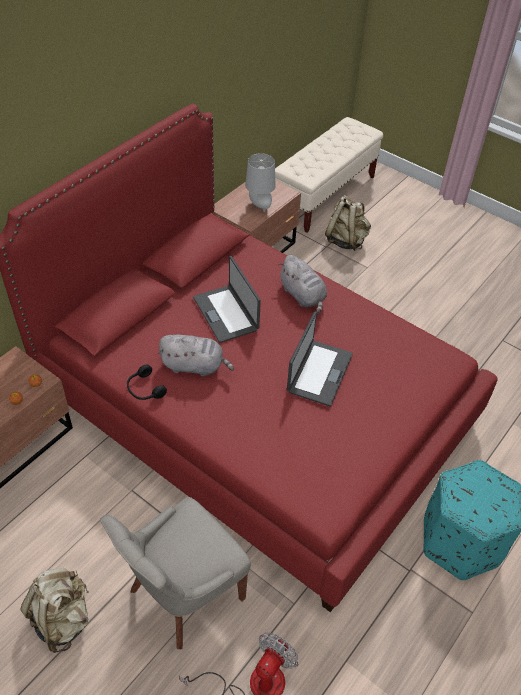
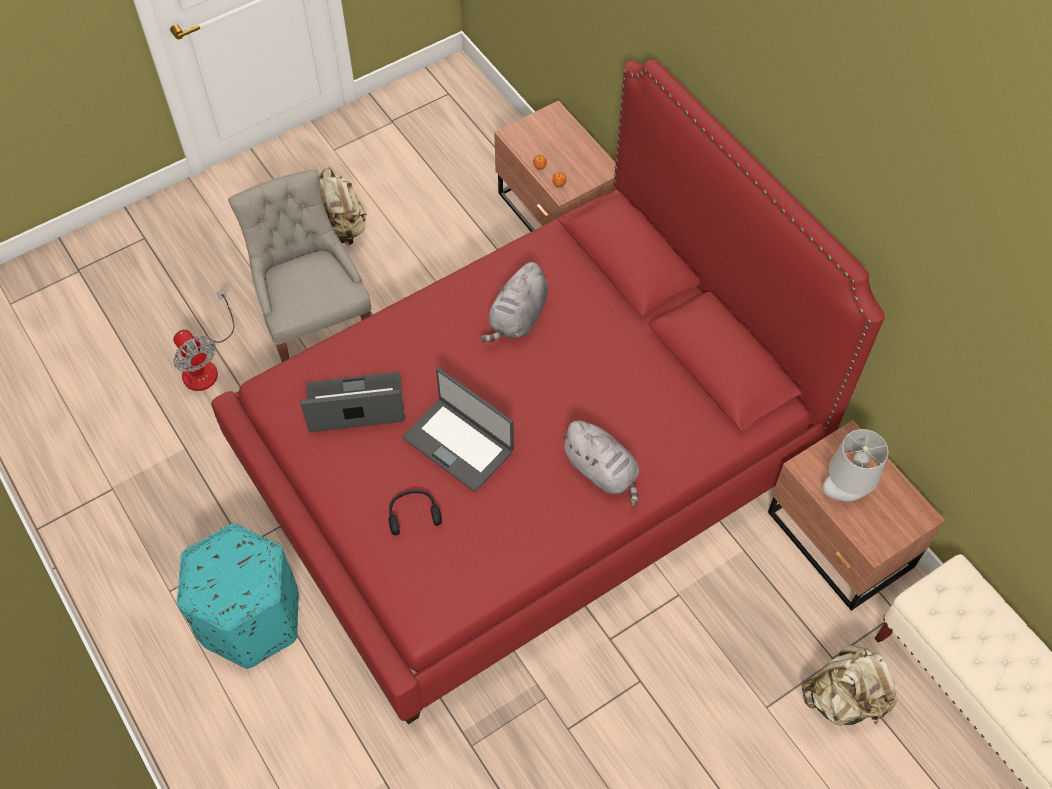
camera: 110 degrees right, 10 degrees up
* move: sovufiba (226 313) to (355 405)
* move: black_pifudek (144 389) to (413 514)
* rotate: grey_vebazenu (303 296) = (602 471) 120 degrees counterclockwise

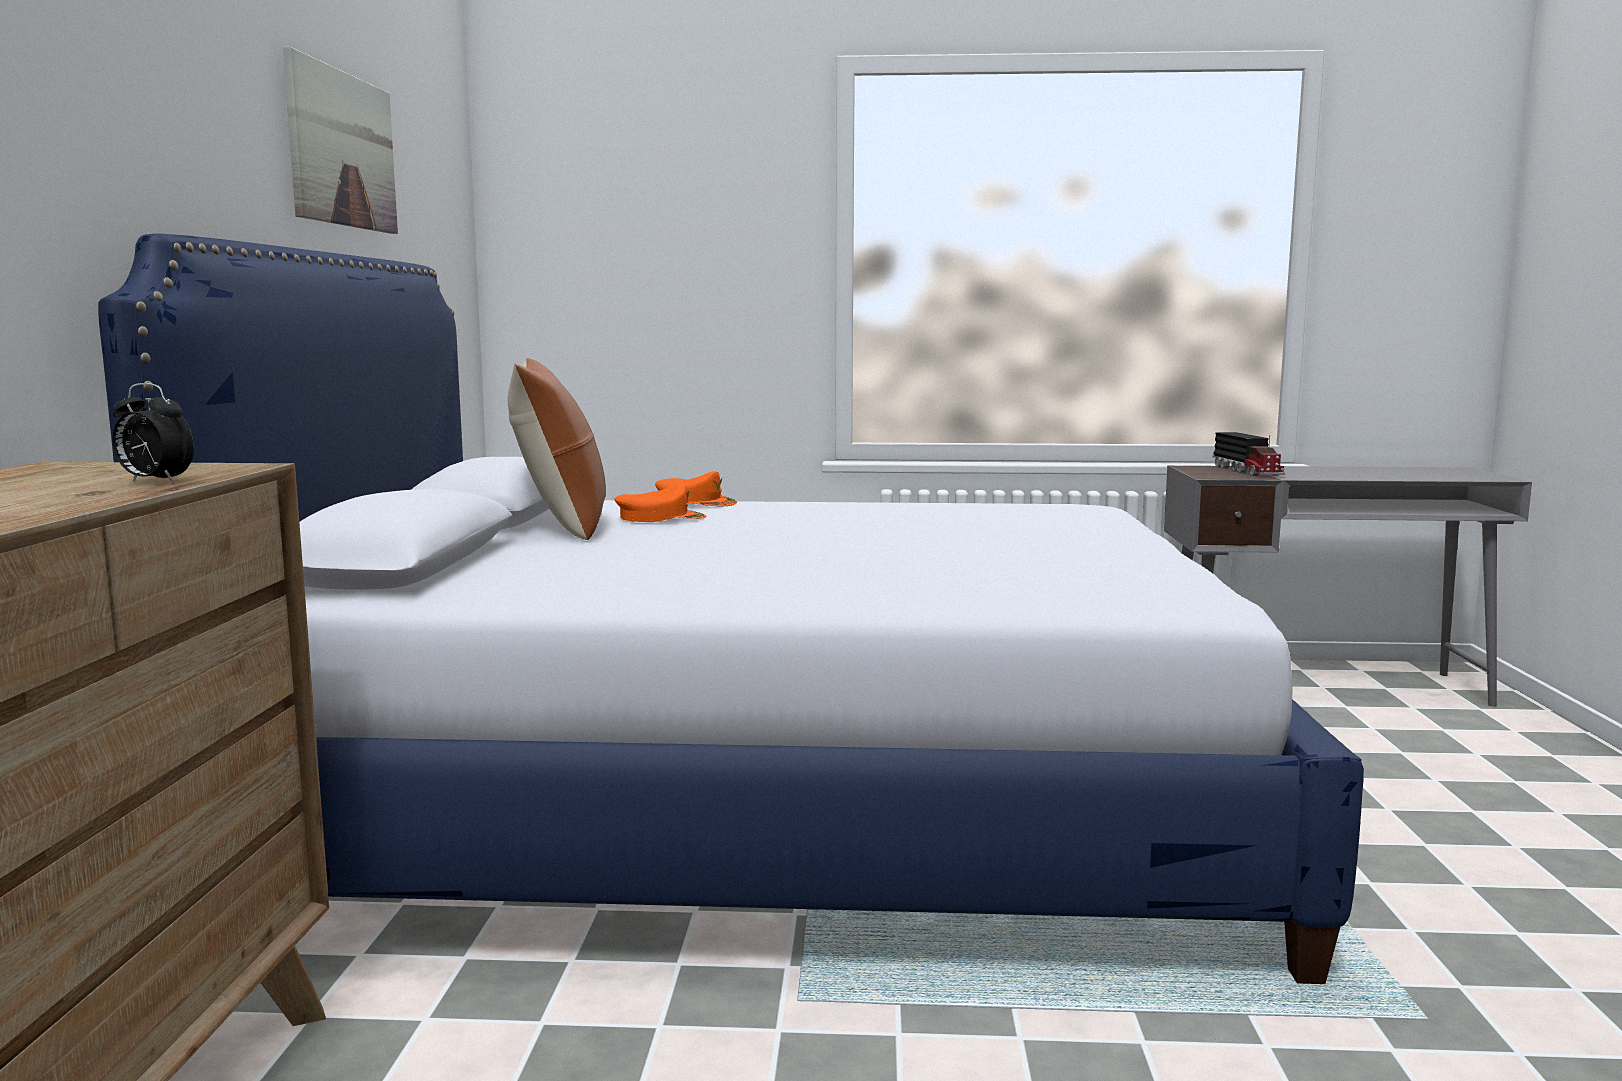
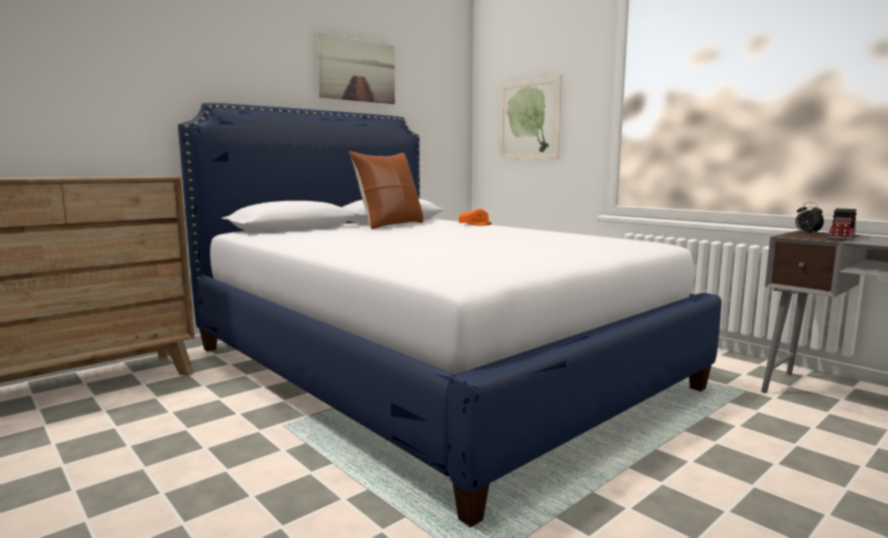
camera: 45 degrees right, 0 degrees up
* insert: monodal (529 120)
* move: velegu (155 482) to (807 233)
* delete: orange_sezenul (660 517)

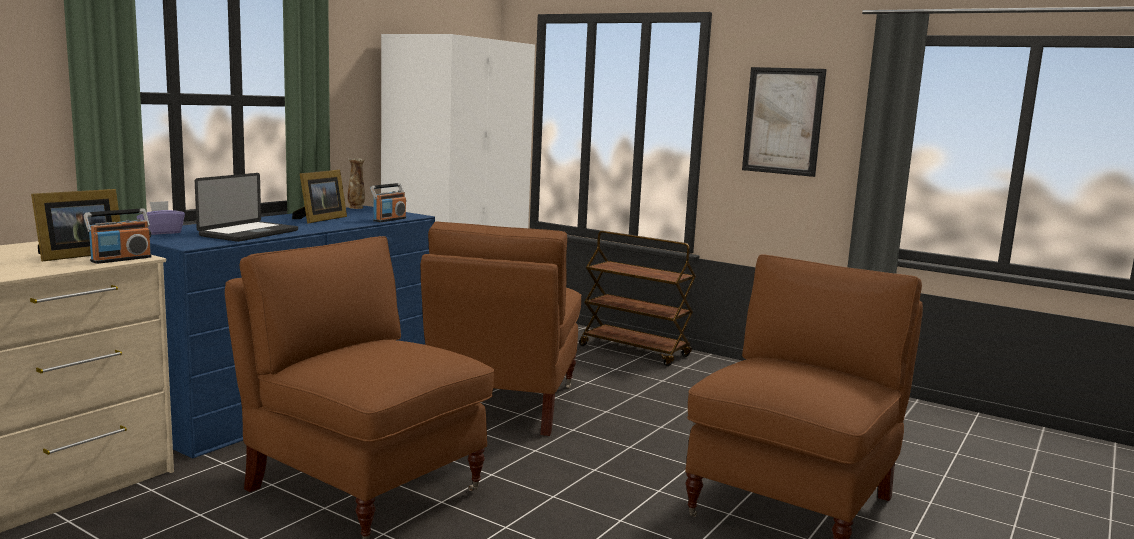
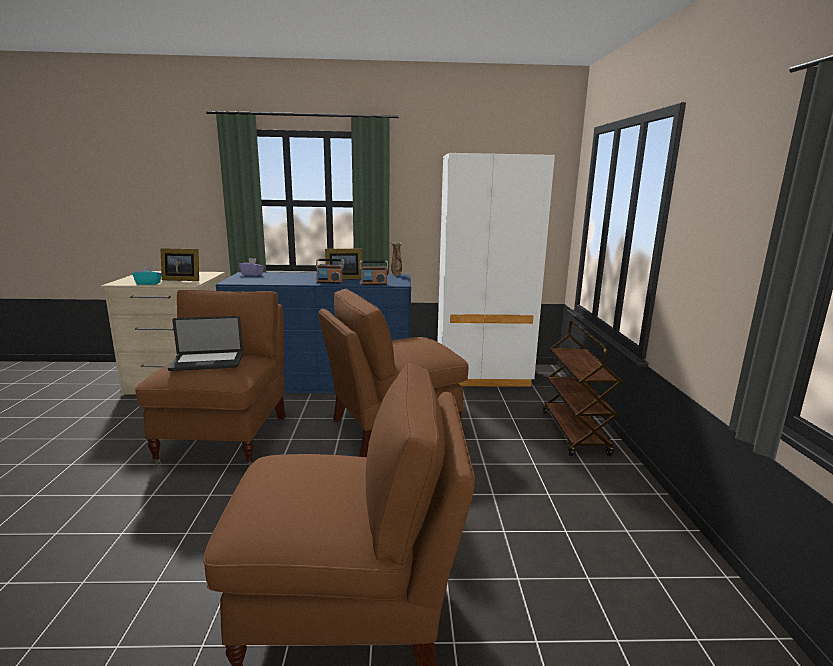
camera: 55 degrees right, 5 degrees up
* insert: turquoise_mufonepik (148 283)
* move: sovufiba (249 233) to (207 362)
* move: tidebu (121 259) to (330 282)
* delete: monodal (783 121)

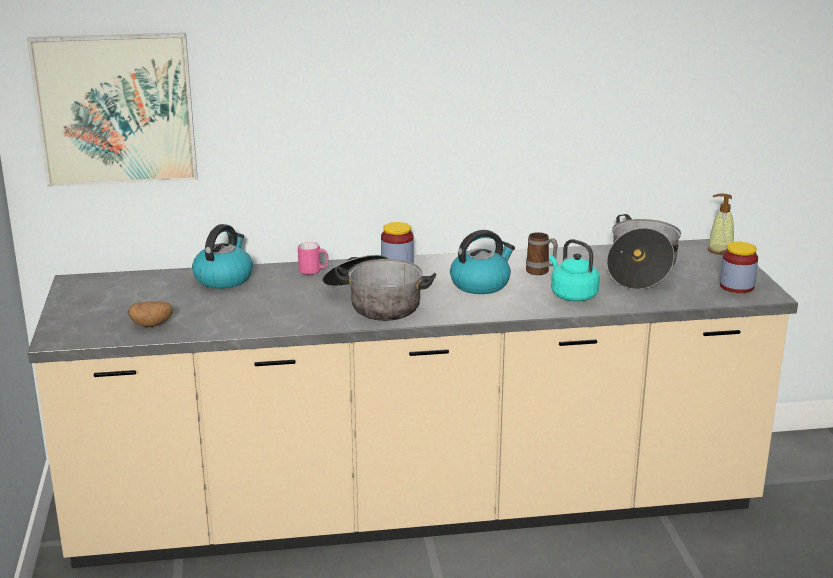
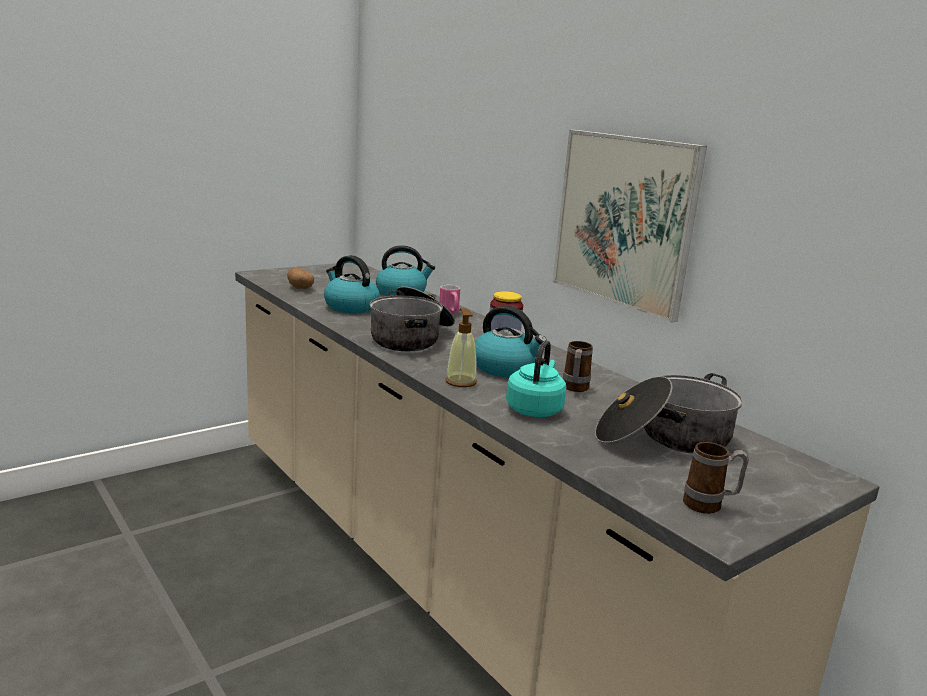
camera: 60 degrees right, 5 degrees down
* insert: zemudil (350 307)
* move: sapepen (720 250) to (460 382)
* move: monodal (115 109) to (624 221)
* replace: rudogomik (736 286) to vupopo (710 506)

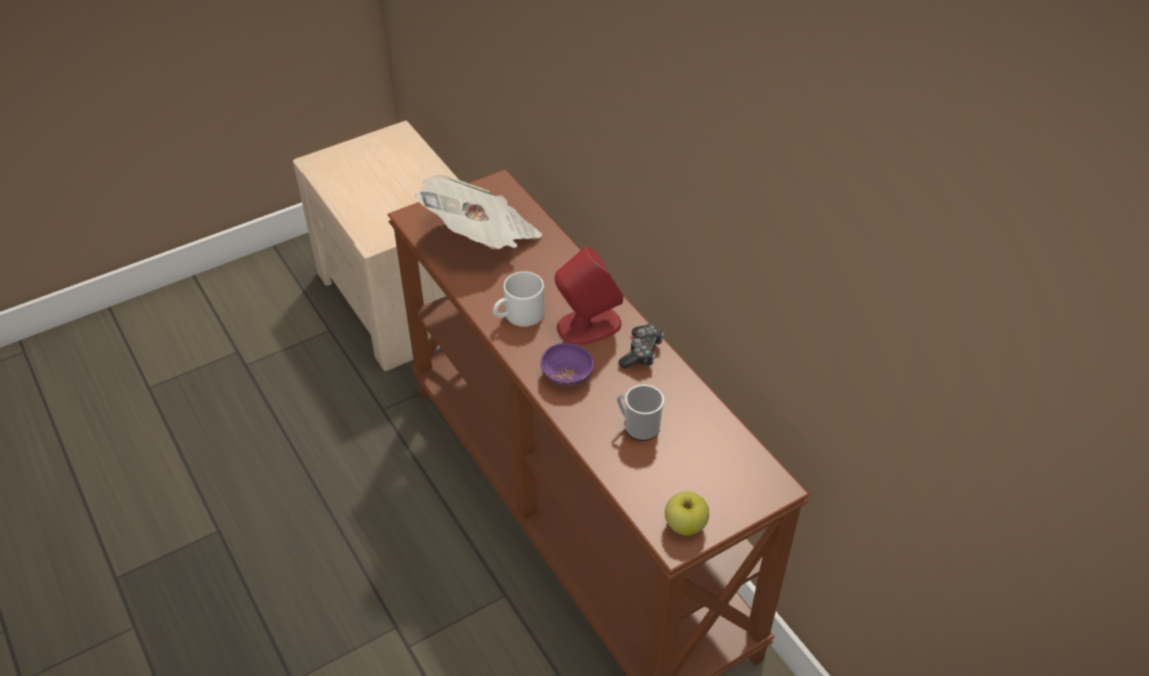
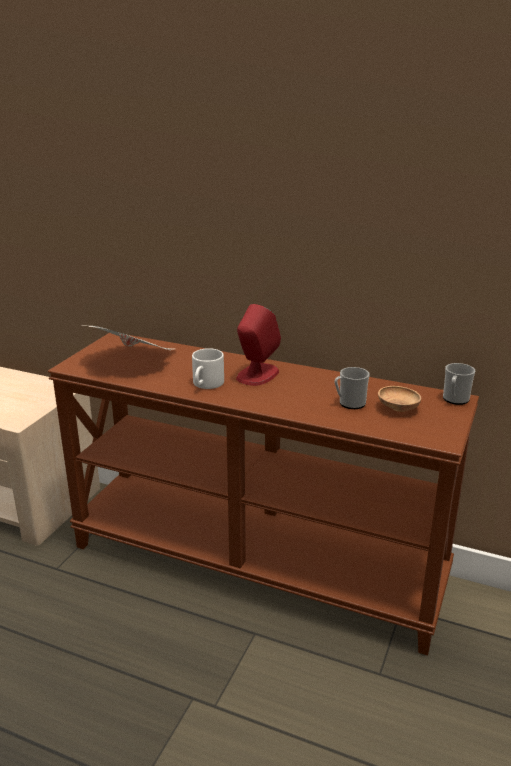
camera: 35 degrees left, 20 degrees down
* insert: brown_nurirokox (398 408)
* insert: vupopo (455 400)
* delete: purple_nurirokox (567 375)
* delete: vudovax (641 352)
* delete: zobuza (685 525)

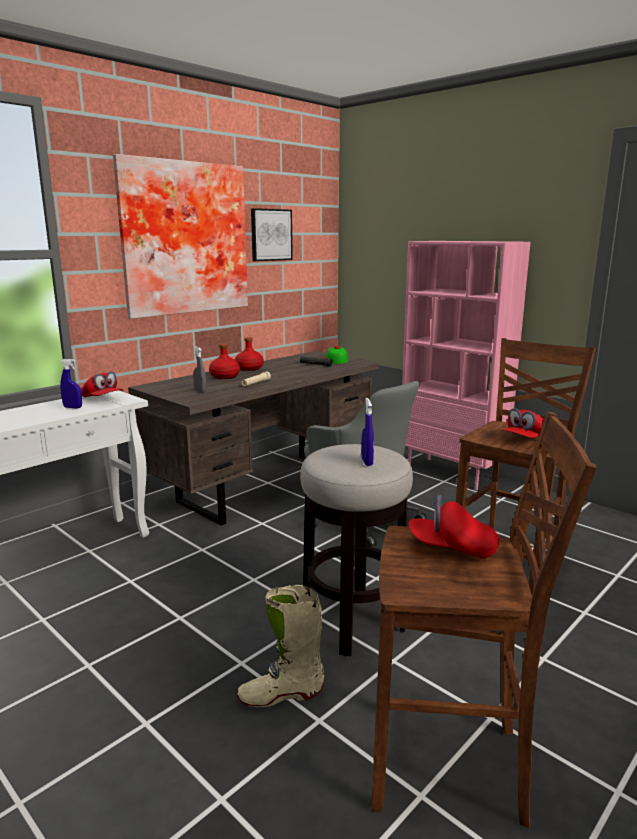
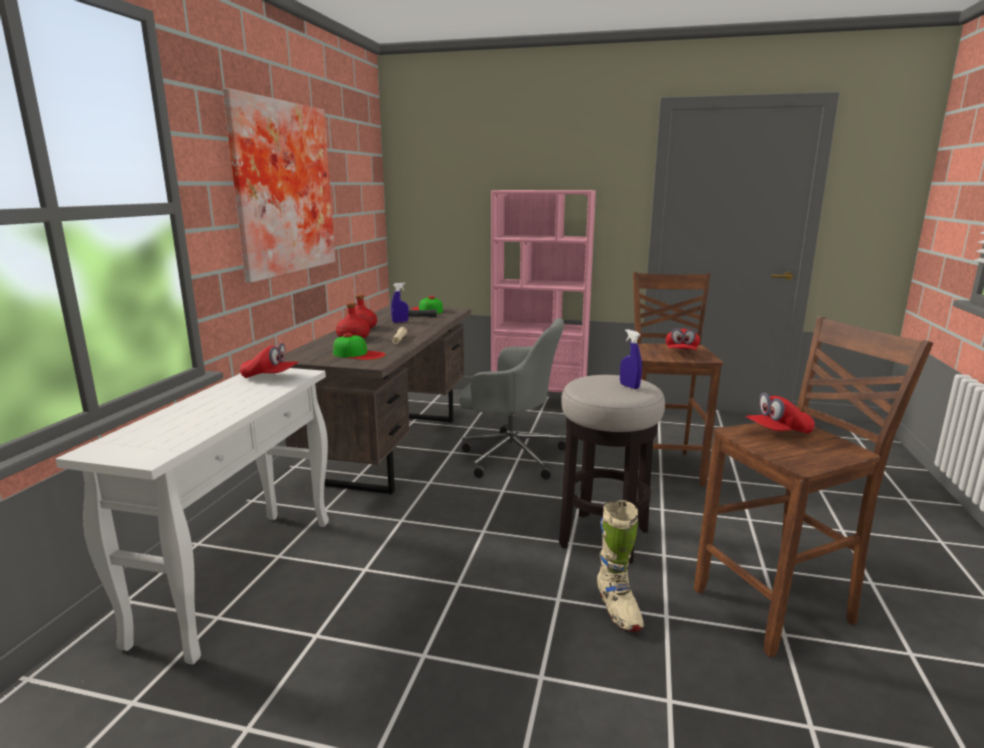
camera: 30 degrees left, 0 degrees up
* replace: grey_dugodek (200 391) to sezenul (359 354)
* move: blue_dugodek (73 407) to (400 322)
* rotate: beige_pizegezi (281 695) = (618 610) 60 degrees counterclockwise
* delete: monodal (271 235)

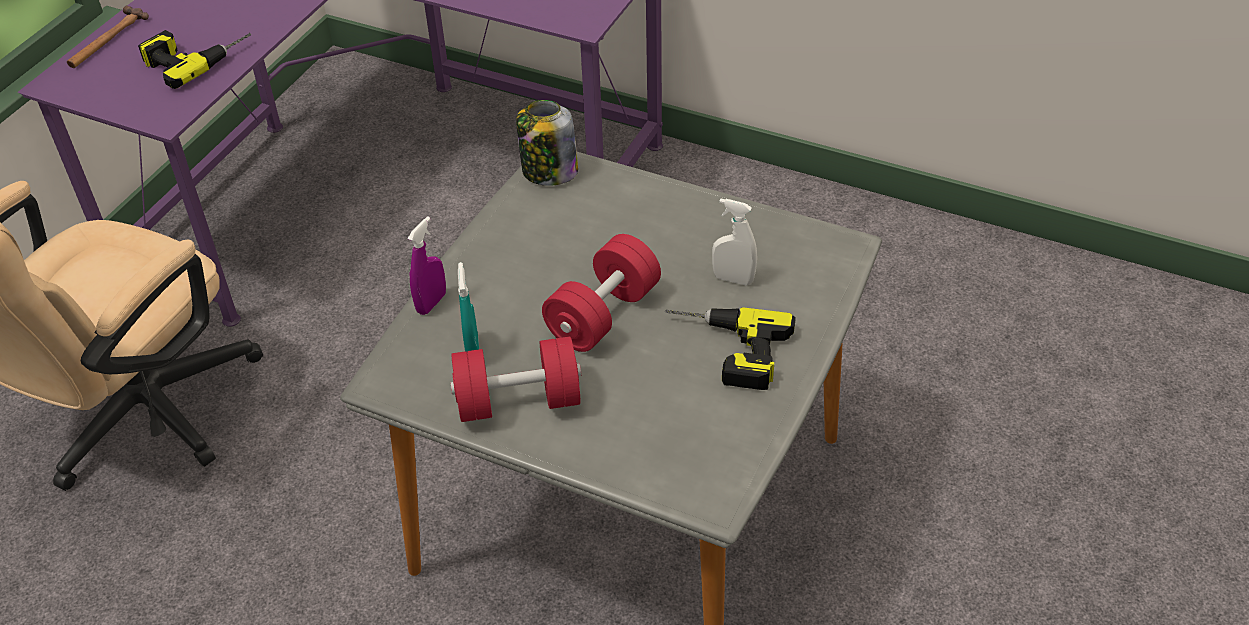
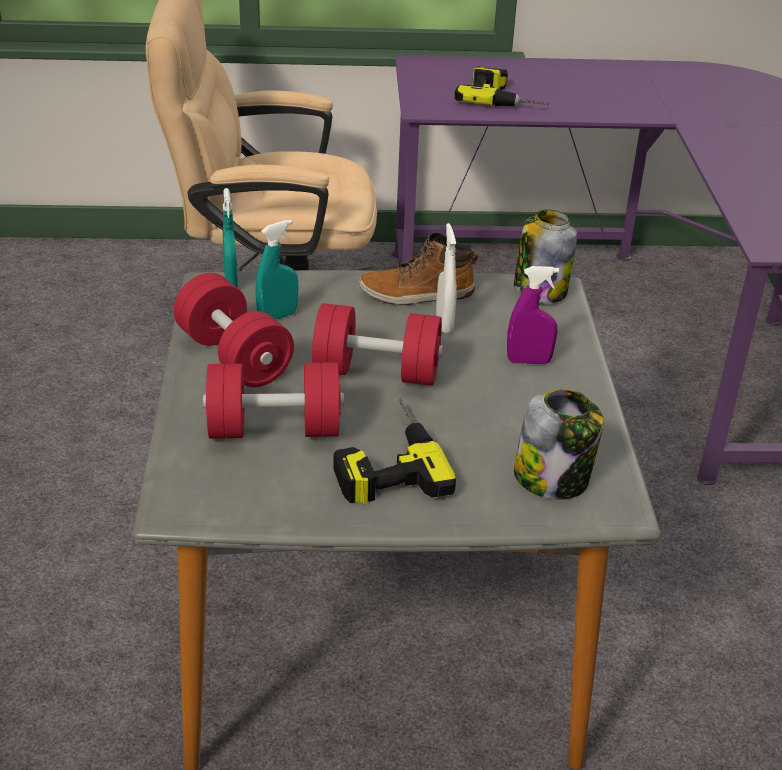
camera: 60 degrees right, 10 degrees down
* insert: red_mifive (274 429)
* insert: turquoise_dugodek (231 282)
* insert: pizegezi (417 294)
* move: white_dugodek (733 279) to (444 324)
* move: purple_dugodek (431 303) to (528 361)
* insert: rudogomik (553 478)
* delete: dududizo (106 40)

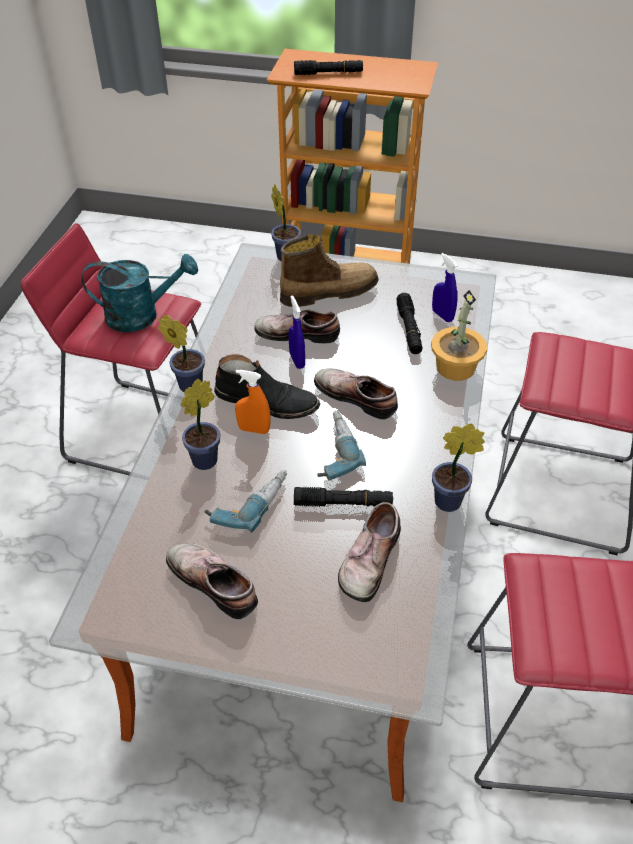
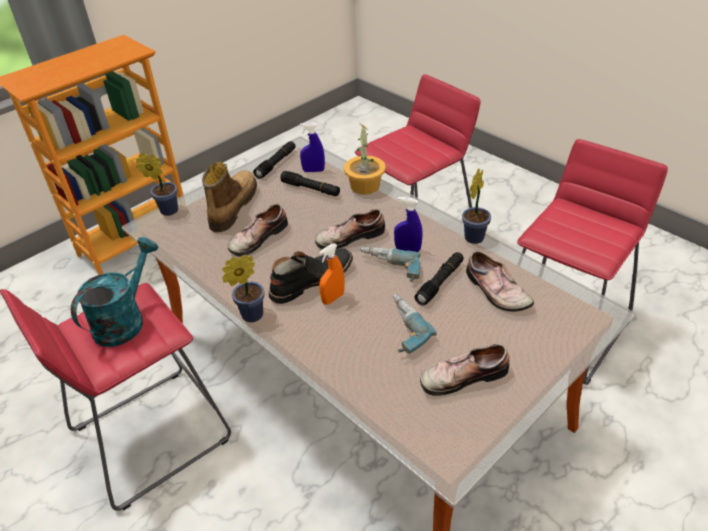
camera: 55 degrees left, 5 degrees down
* move: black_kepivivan (328 73) to (276 164)
* move: blue_dugodek (297 360) to (407 249)
* delete: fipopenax (207 458)

